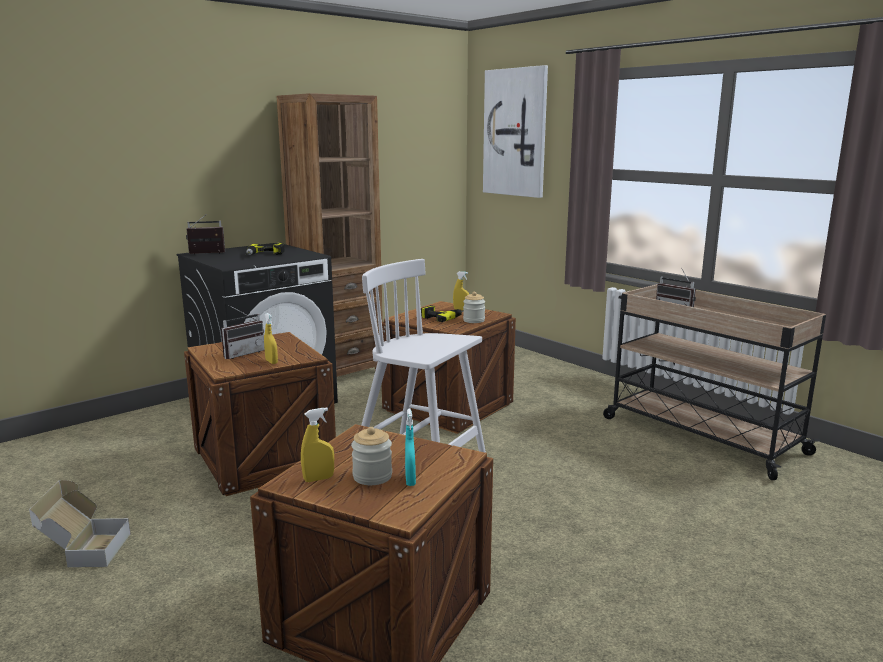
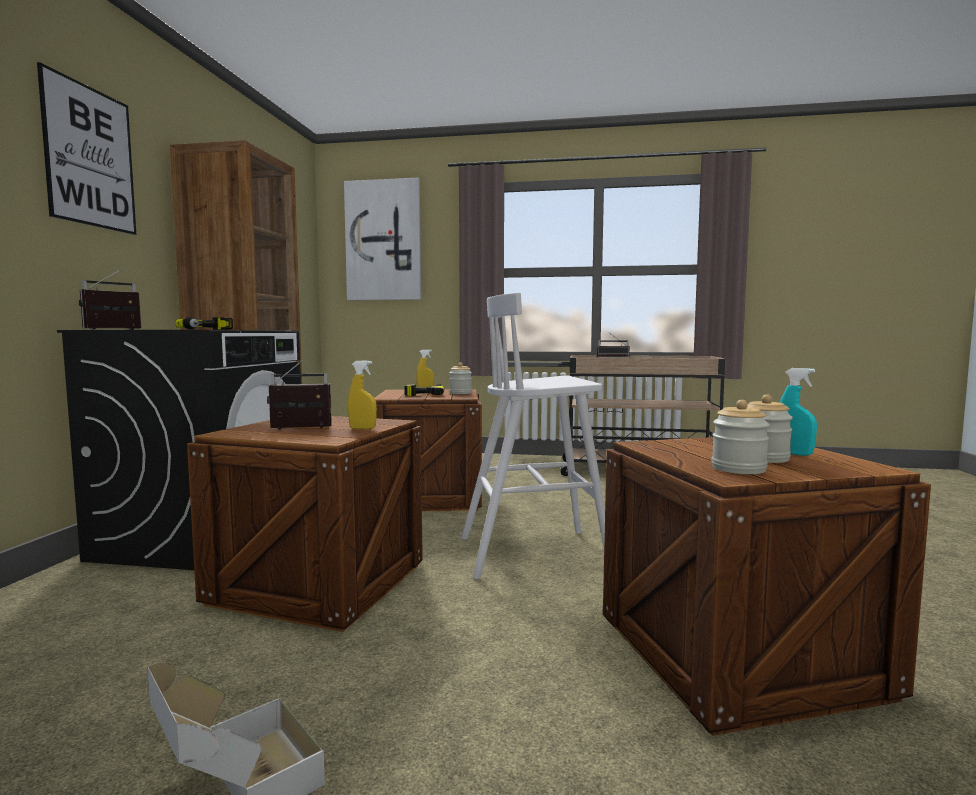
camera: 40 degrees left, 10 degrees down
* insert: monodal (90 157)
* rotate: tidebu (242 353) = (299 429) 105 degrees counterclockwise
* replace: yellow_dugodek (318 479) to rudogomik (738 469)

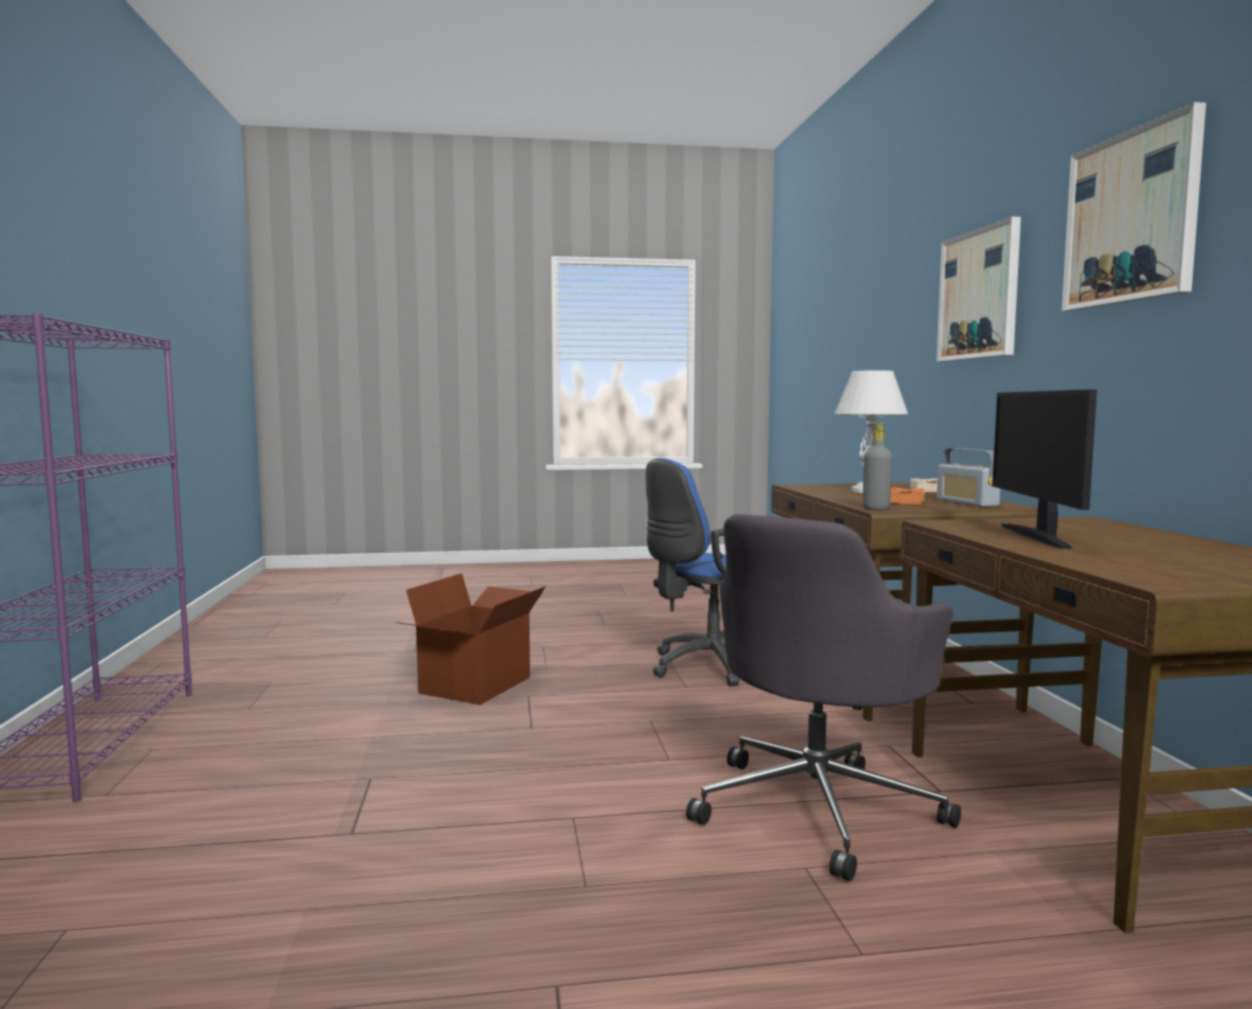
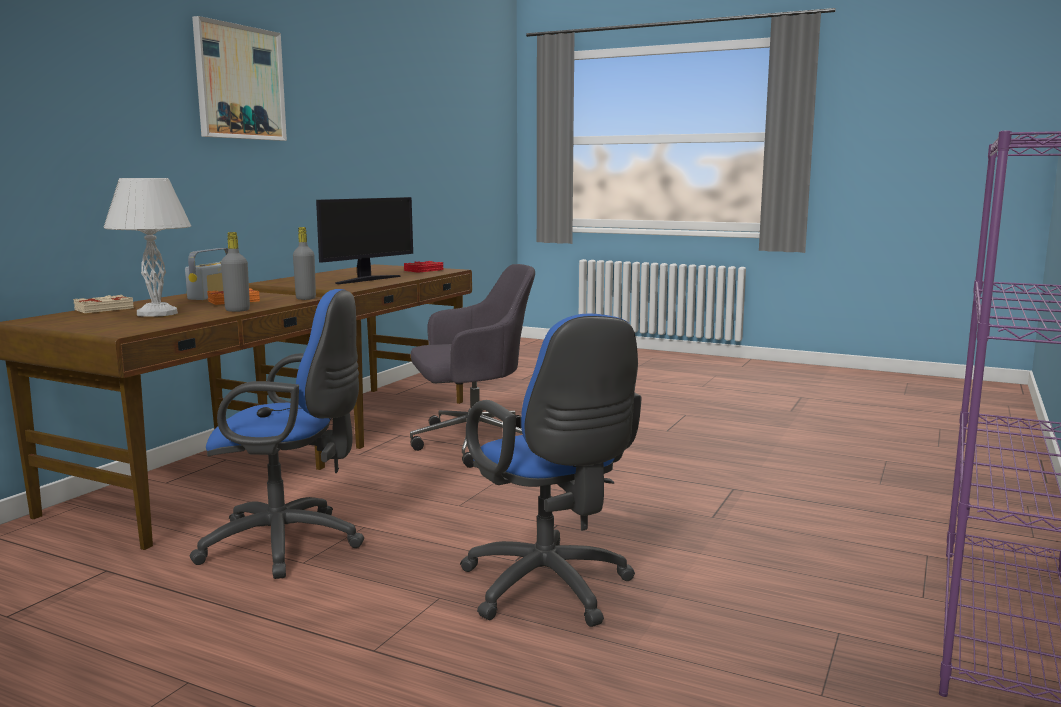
camera: 145 degrees left, 5 degrees up
* insert: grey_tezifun (237 310)
* insert: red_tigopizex (424 270)
* replace: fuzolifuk (477 685) to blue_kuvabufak (551 591)
* delete: monodal (979 295)

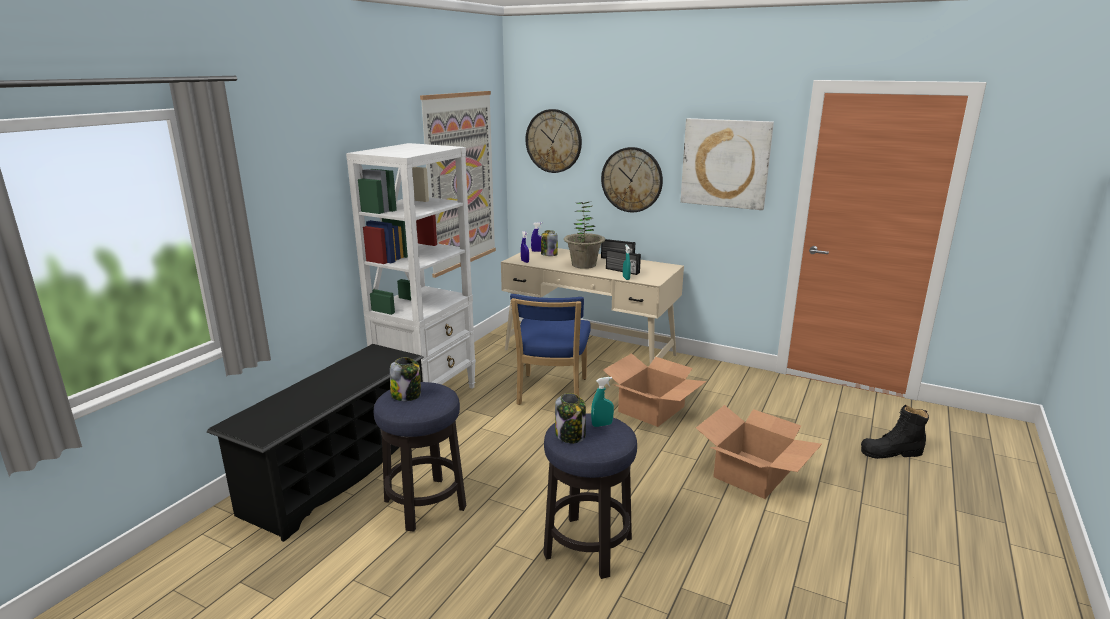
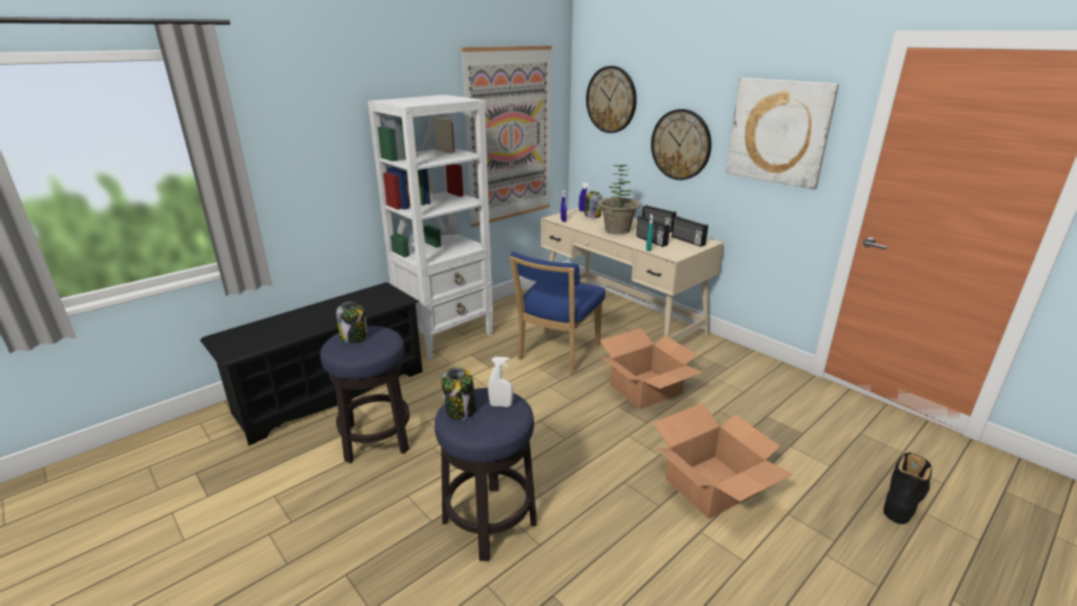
camera: 20 degrees right, 5 degrees up
* recolor: turquoise_dugodek (602 425) to white_dugodek (501 405)
* insert: tidebu (687 241)
* rotate: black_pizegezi (891 452) = (904 500) 120 degrees clockwise

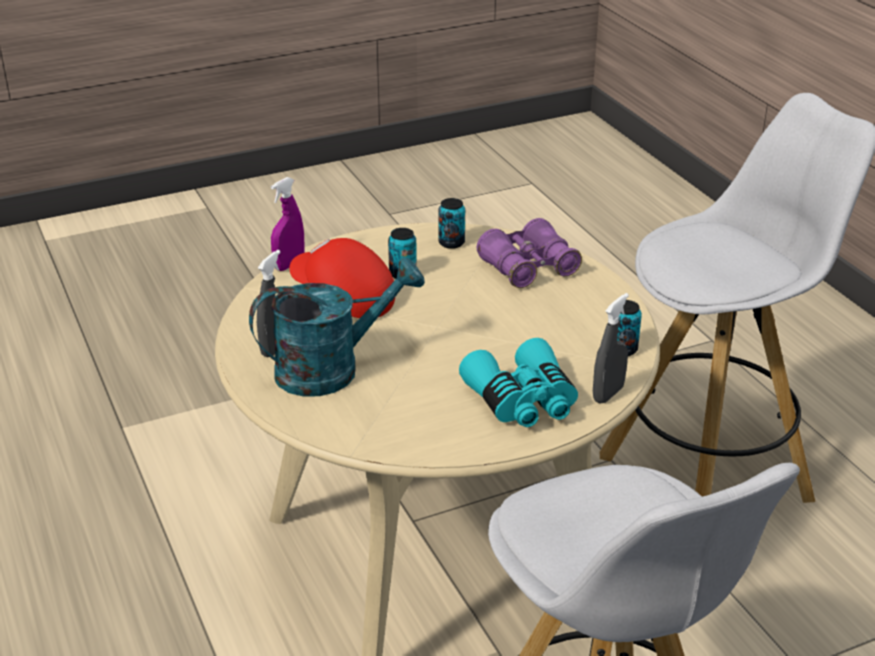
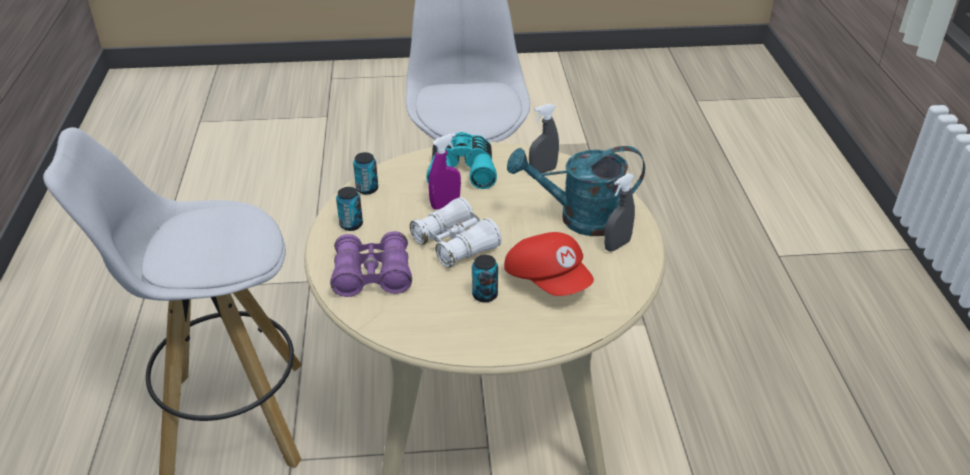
camera: 160 degrees left, 5 degrees up
* move: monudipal (451 243) to (351 225)
* insert: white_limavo (455 244)
* move: purple_dugodek (289 264) to (445 204)
* move: grey_dugodek (608 394) to (542 171)

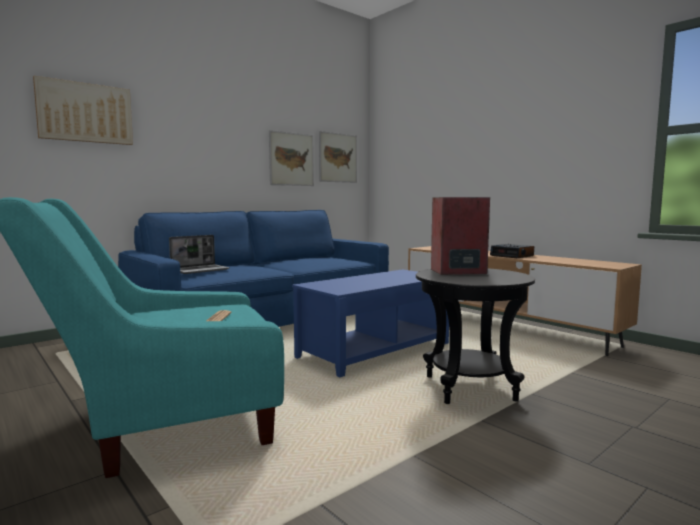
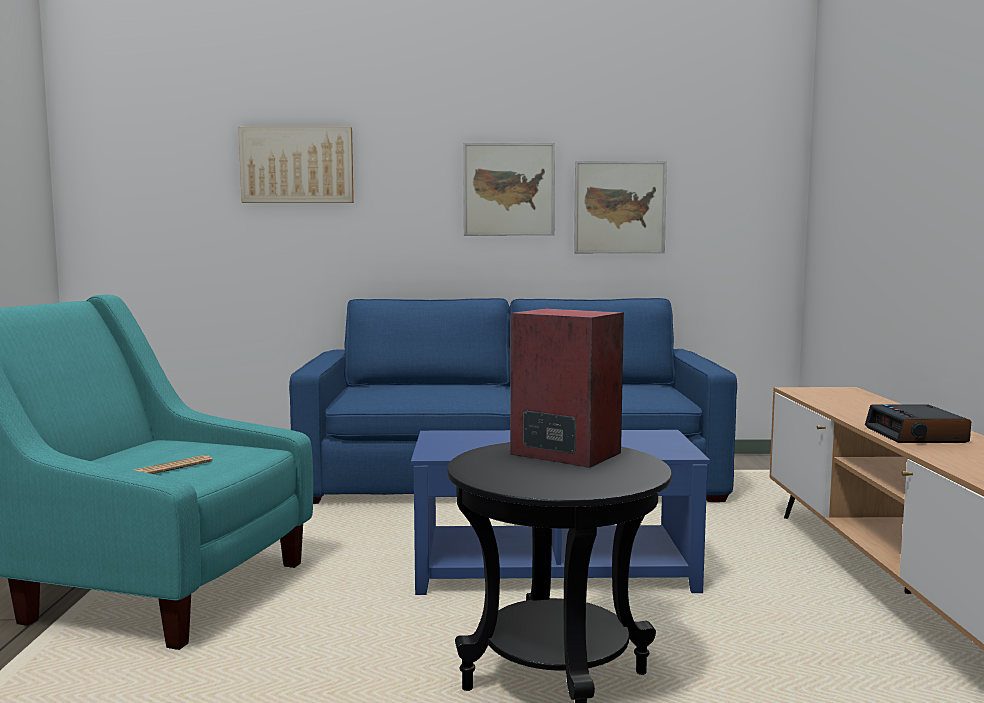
camera: 40 degrees right, 0 degrees up
* move: monodal (338 158) to (509 189)
* delete: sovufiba (200 270)

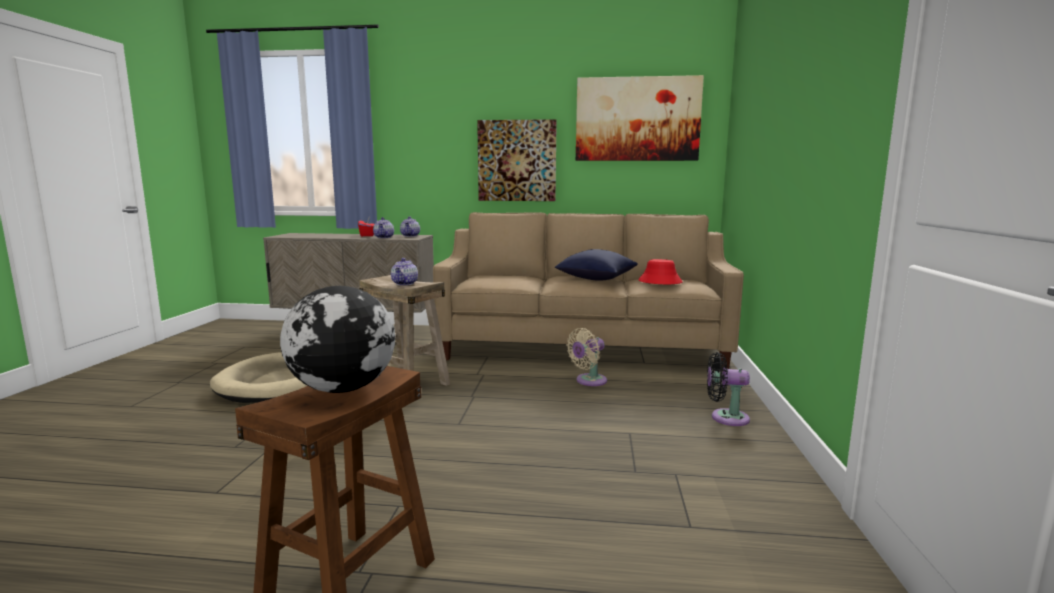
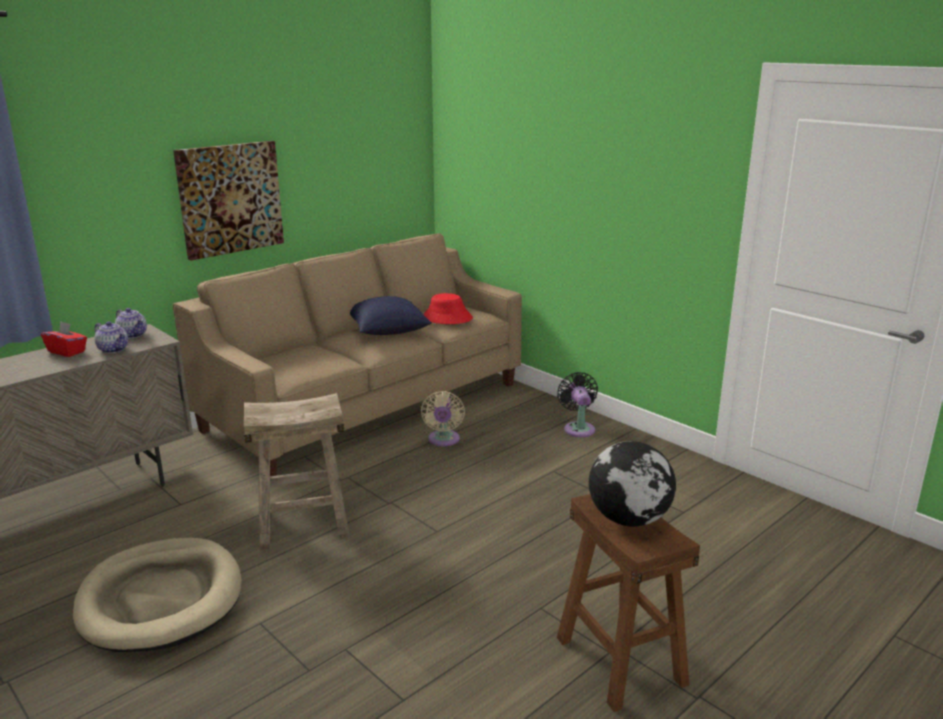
camera: 50 degrees left, 10 degrees up
* rotate: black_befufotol (725 417) = (578 428) 120 degrees clockwise
* delete: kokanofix (405 283)
* delete: monodal (637 119)

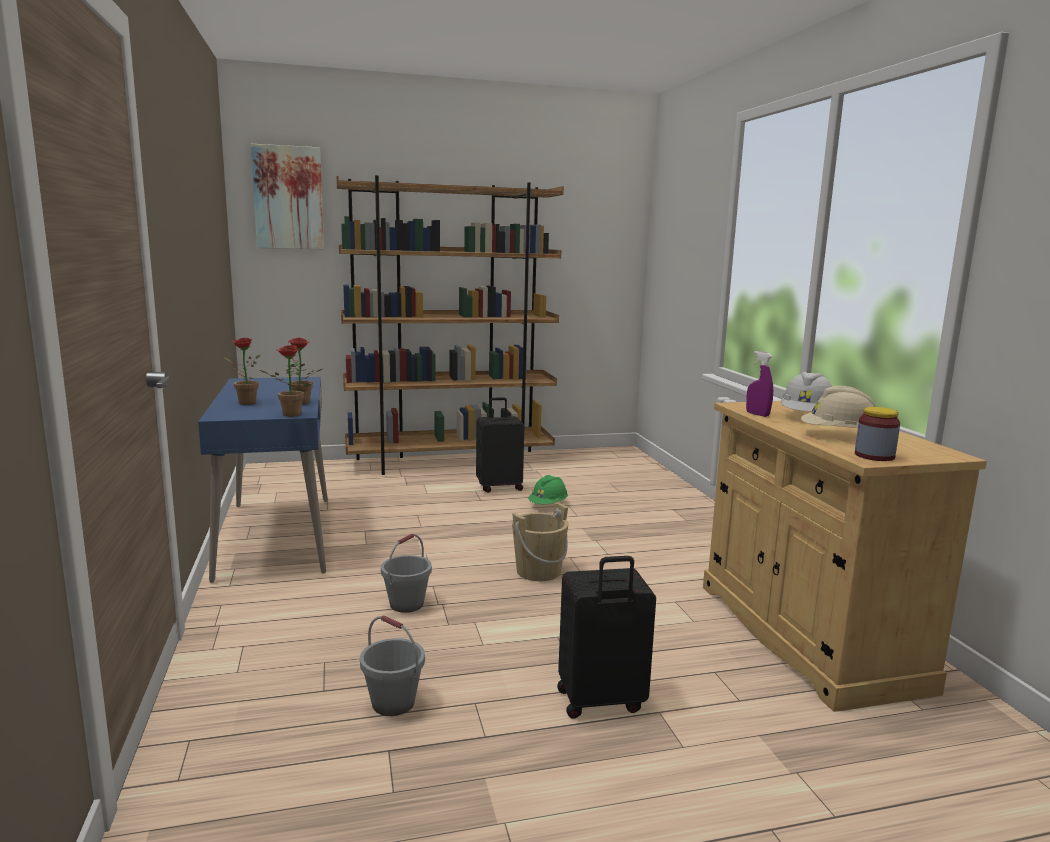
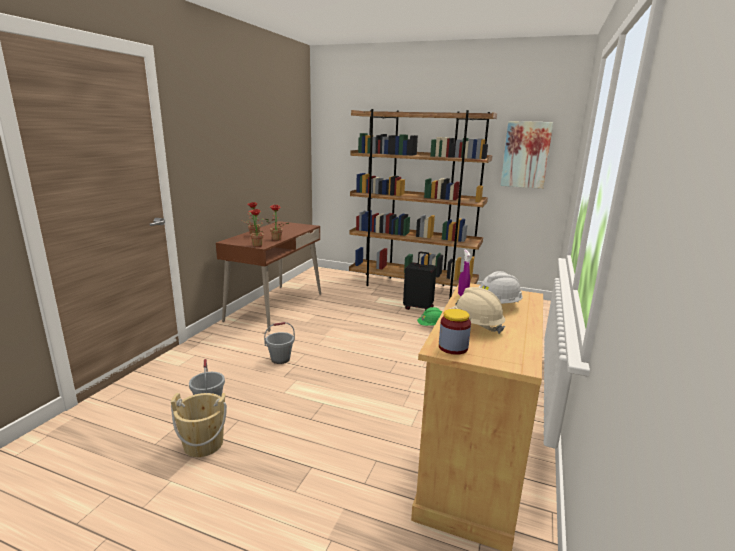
camera: 35 degrees right, 5 degrees up
* move: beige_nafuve (538 571) to (203 444)
* recolor: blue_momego (275 536) to brown_momego (275 307)
* move: monodal (288 198) to (526 155)
* delete: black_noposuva (600 702)

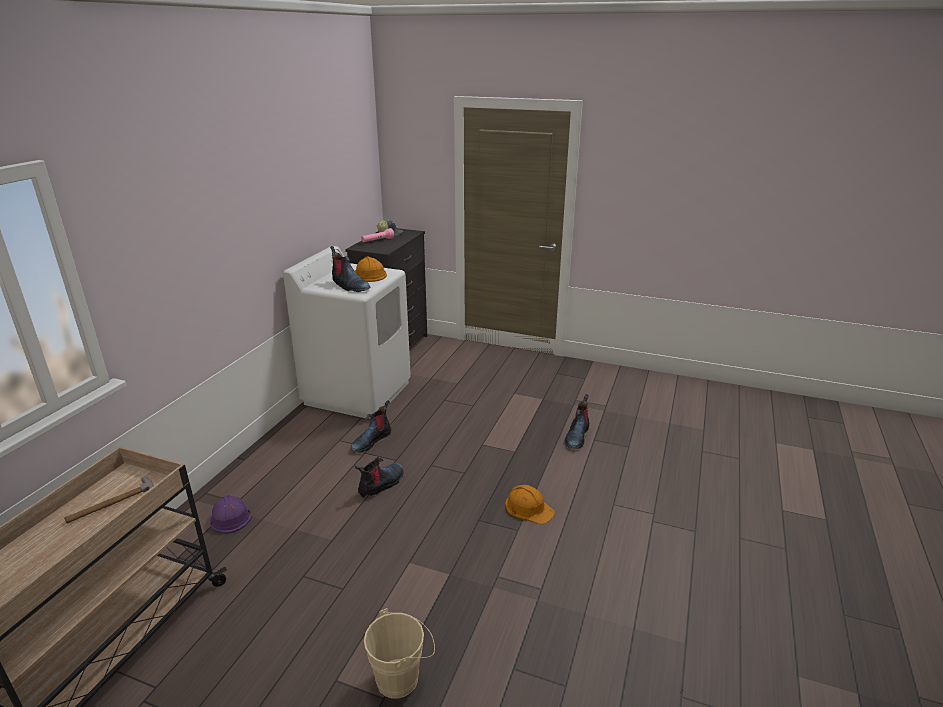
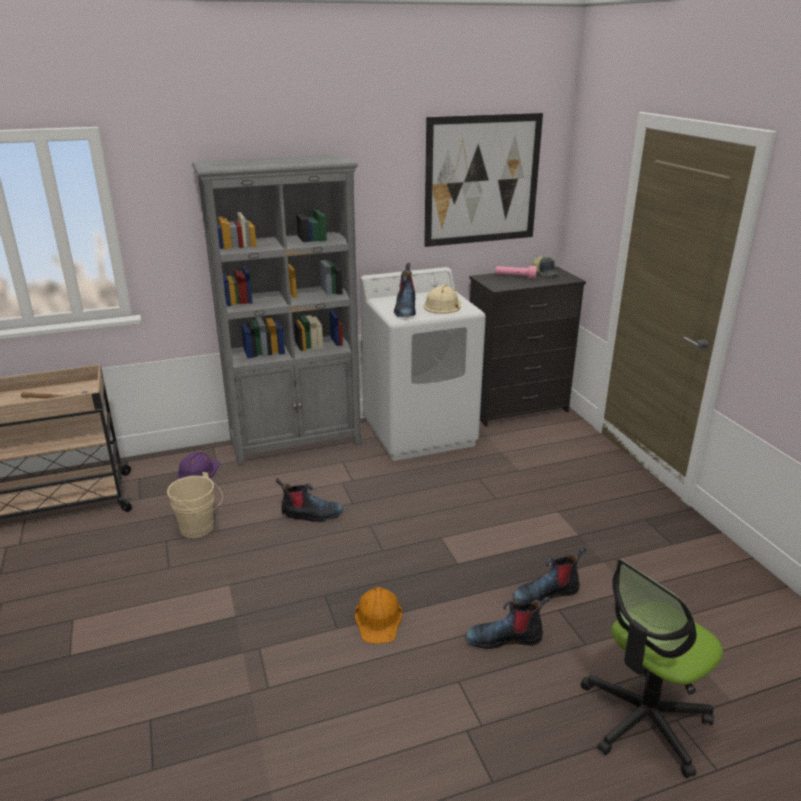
camera: 50 degrees right, 0 degrees up
* move: beige_nafuve (402 677) to (200 529)
* insert: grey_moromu (297 443)
* recolor: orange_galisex (369 275) to beige_galisex (443 305)
* insert: monodal (482 180)
* move: pizegezi (371 441) to (505 638)
* insert: kuvabufak (644 720)

